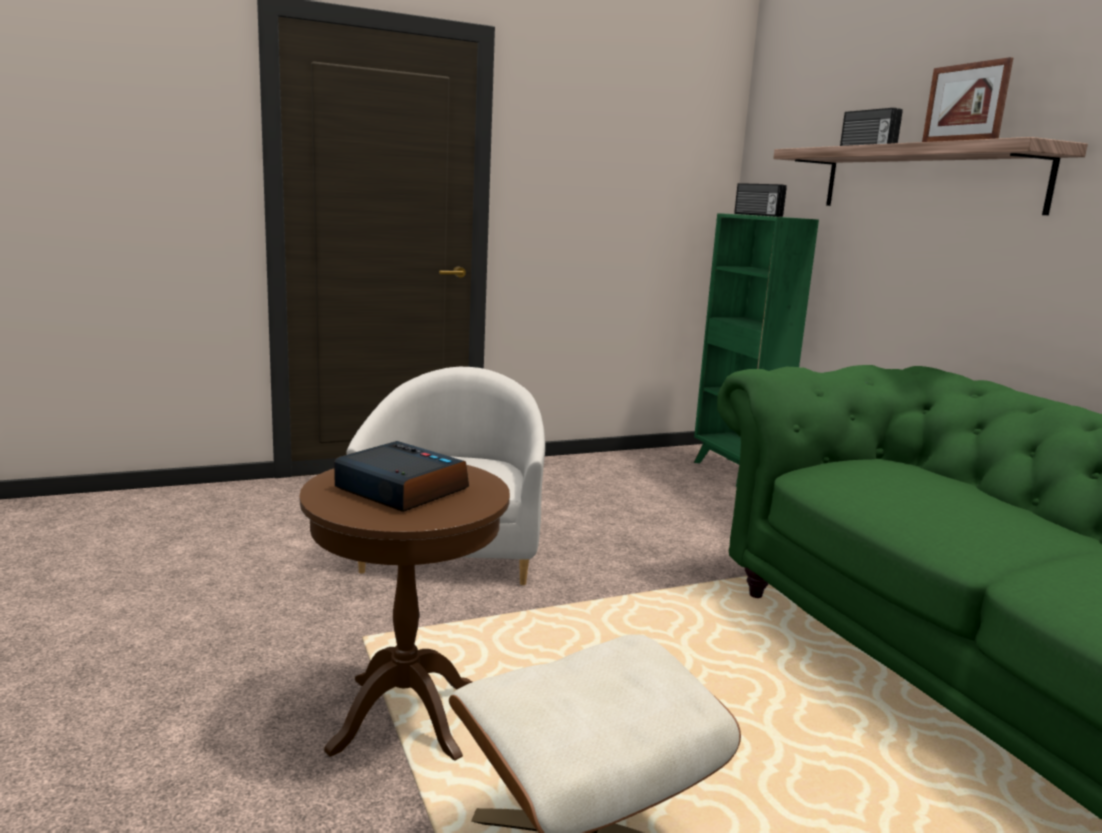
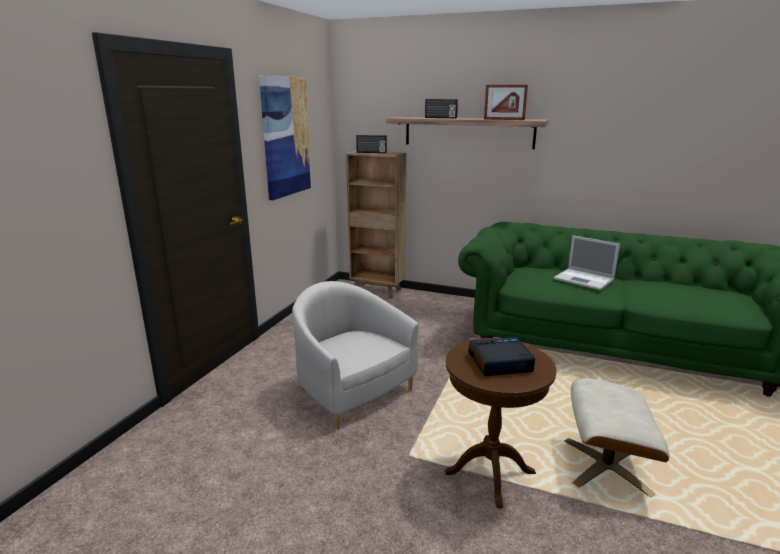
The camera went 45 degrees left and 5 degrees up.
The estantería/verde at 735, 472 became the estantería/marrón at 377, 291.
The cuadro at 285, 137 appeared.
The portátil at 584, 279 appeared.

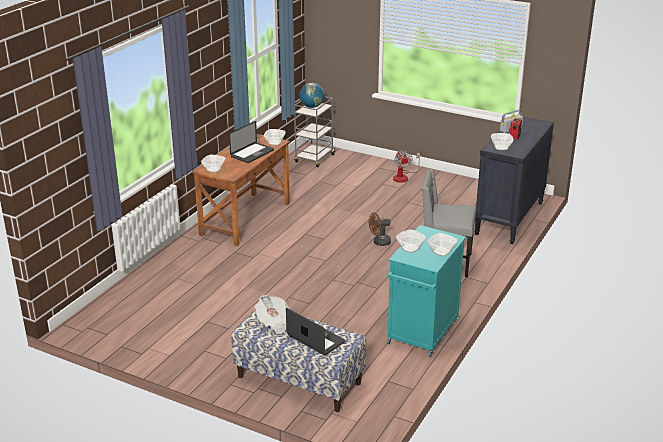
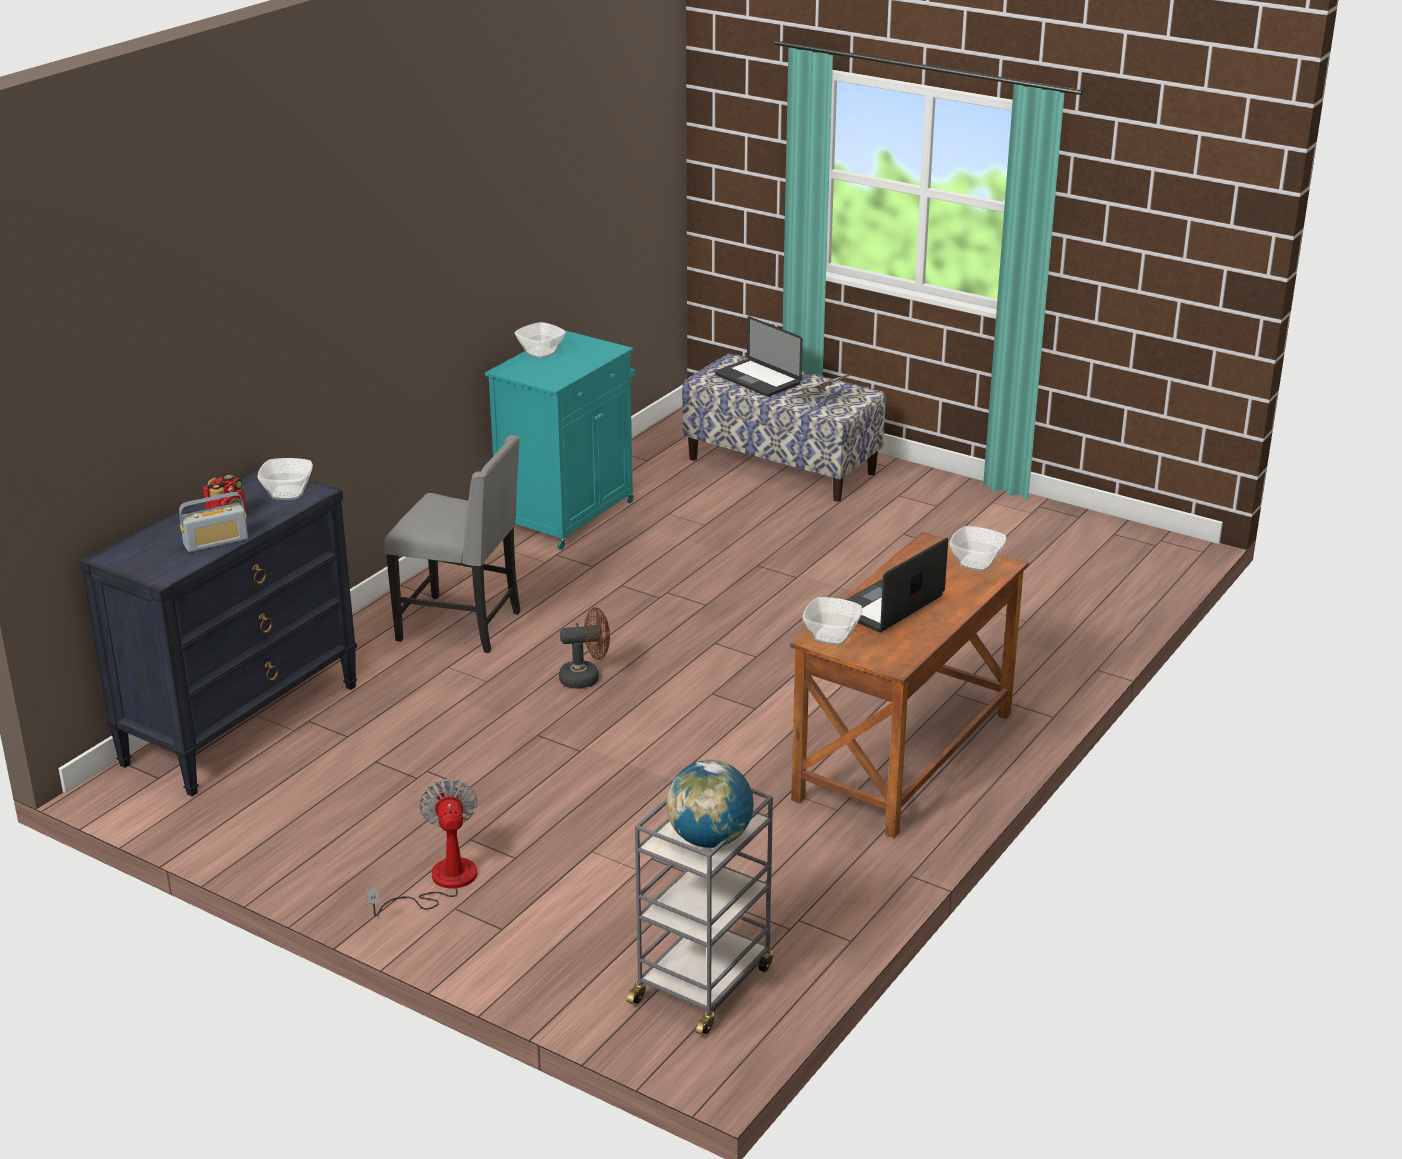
The camera went 175 degrees left and 0 degrees up.
The cuenco at 410, 248 disappeared.

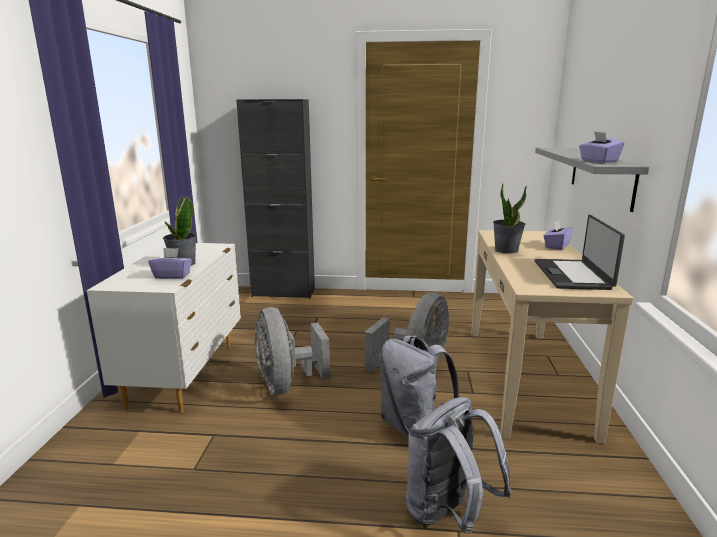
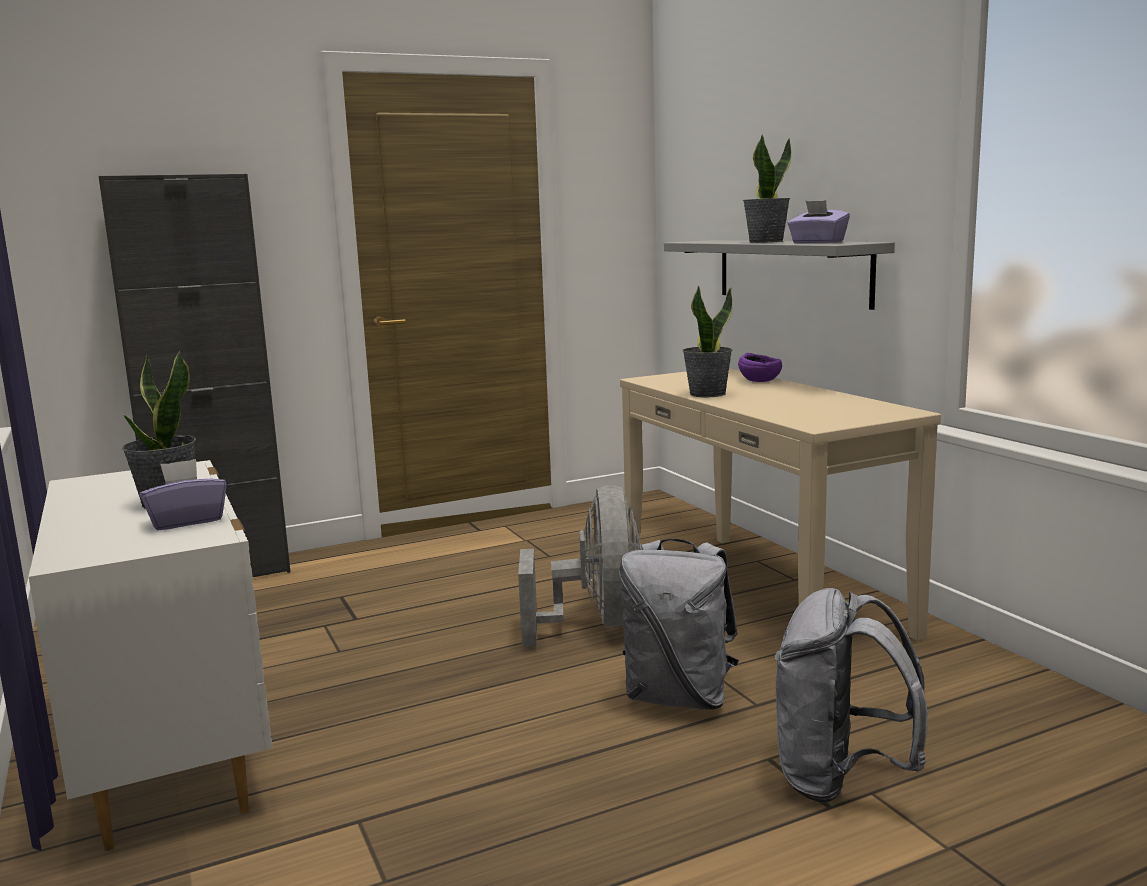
The camera went 30 degrees left and 5 degrees down.
The portátil at 573, 275 disappeared.
The caja de pañuelos/morado at 556, 246 was replaced by the cuenco/morado at 760, 381.
The ventilador/gris at 286, 384 disappeared.
The planta en maceta at 765, 242 appeared.

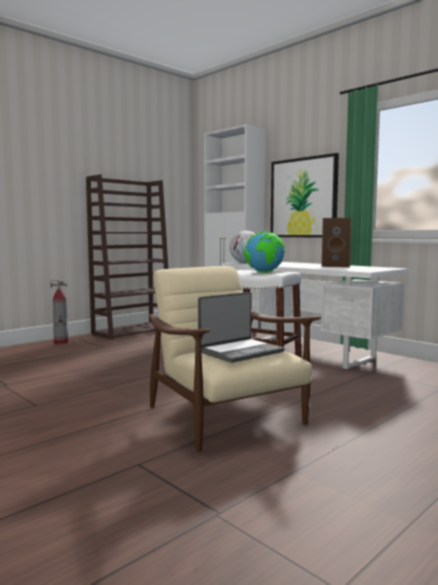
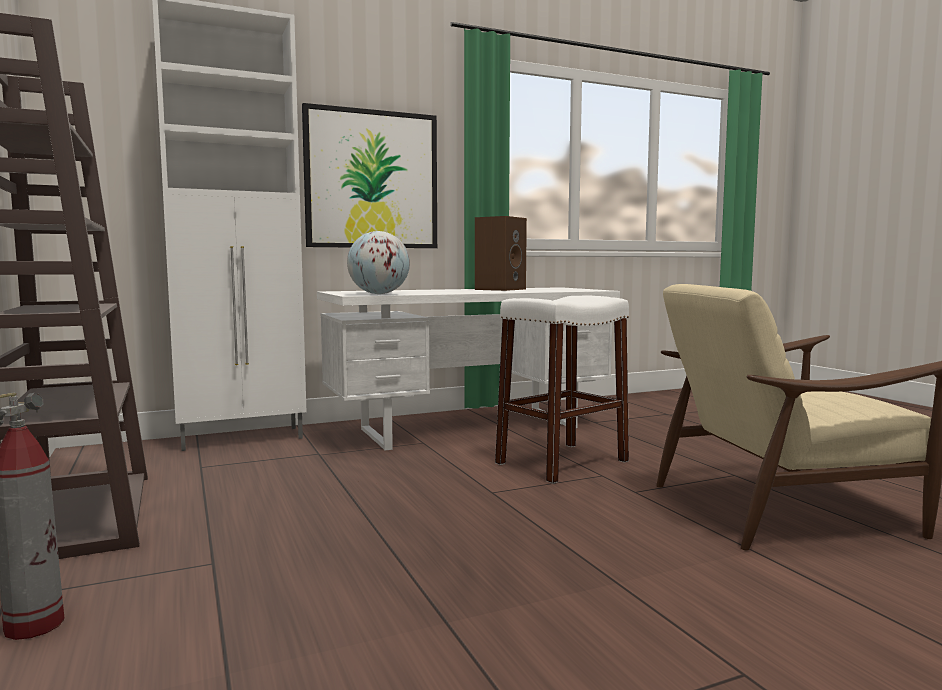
The camera went 70 degrees left and 0 degrees up.
The globo terráqueo at 264, 272 disappeared.
The portátil at 240, 351 disappeared.

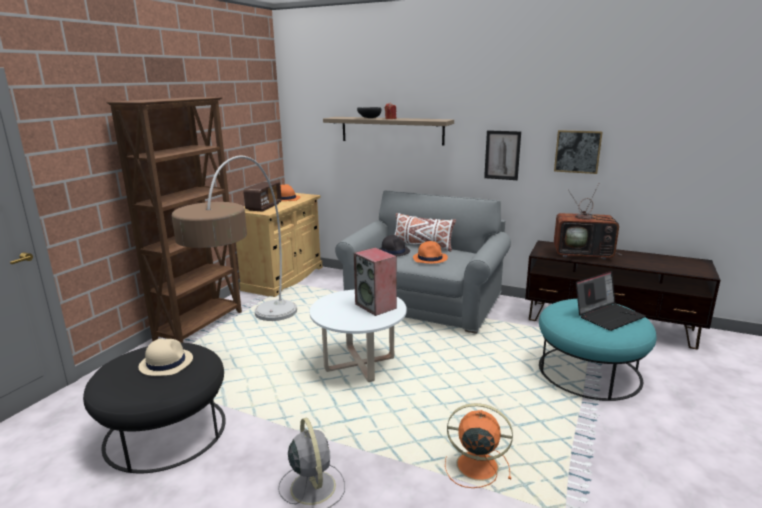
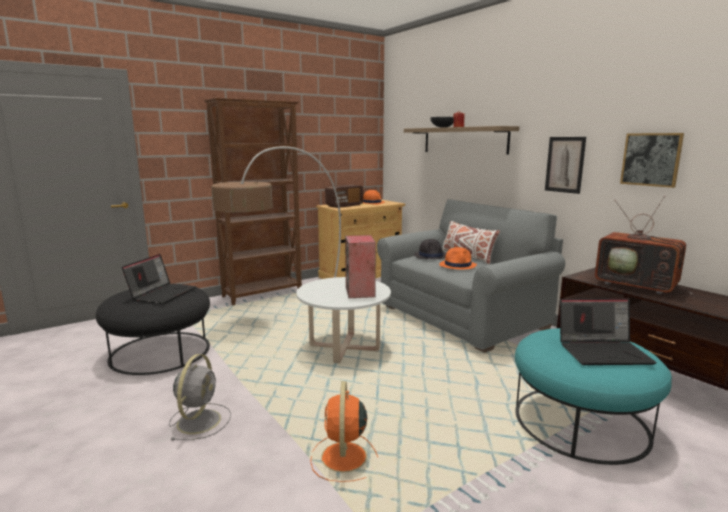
The camera went 30 degrees right and 5 degrees down.
The sombrero/beis at 166, 363 was replaced by the portátil at 162, 294.
The ventilador/naranja at 475, 465 turned 135 degrees counterclockwise.

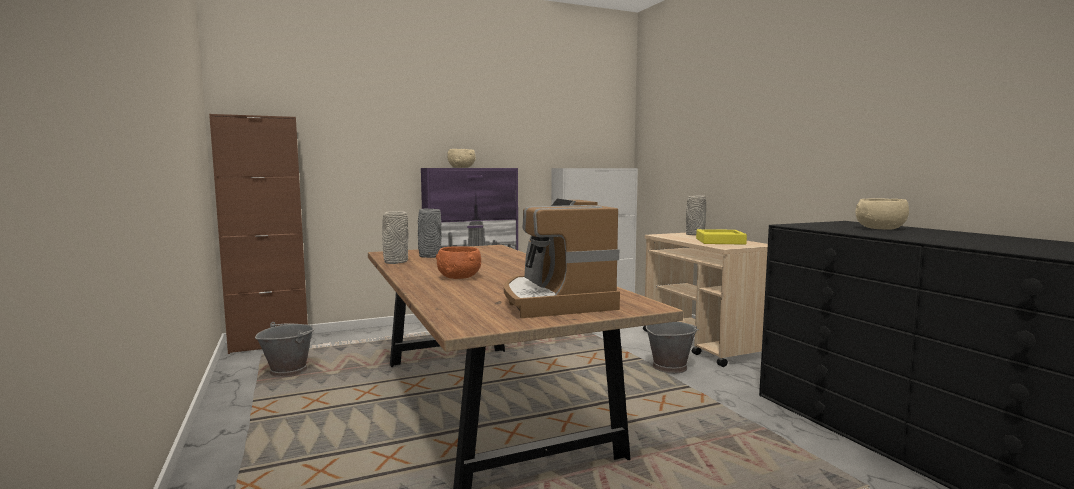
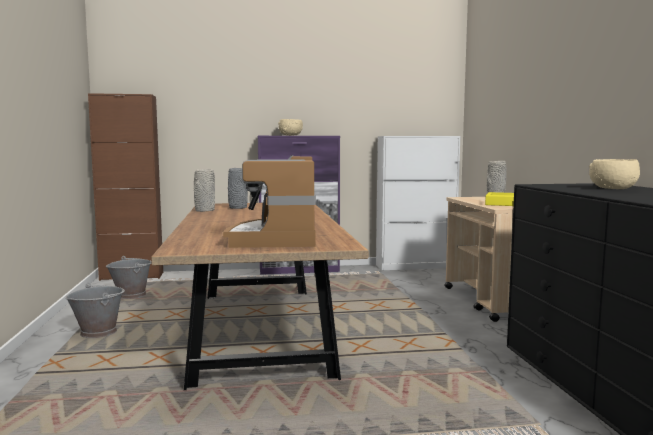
The camera went 15 degrees right and 0 degrees up.
The cuenco/naranja at 460, 277 disappeared.
The cubo/gris moved from 669, 367 to 99, 332.

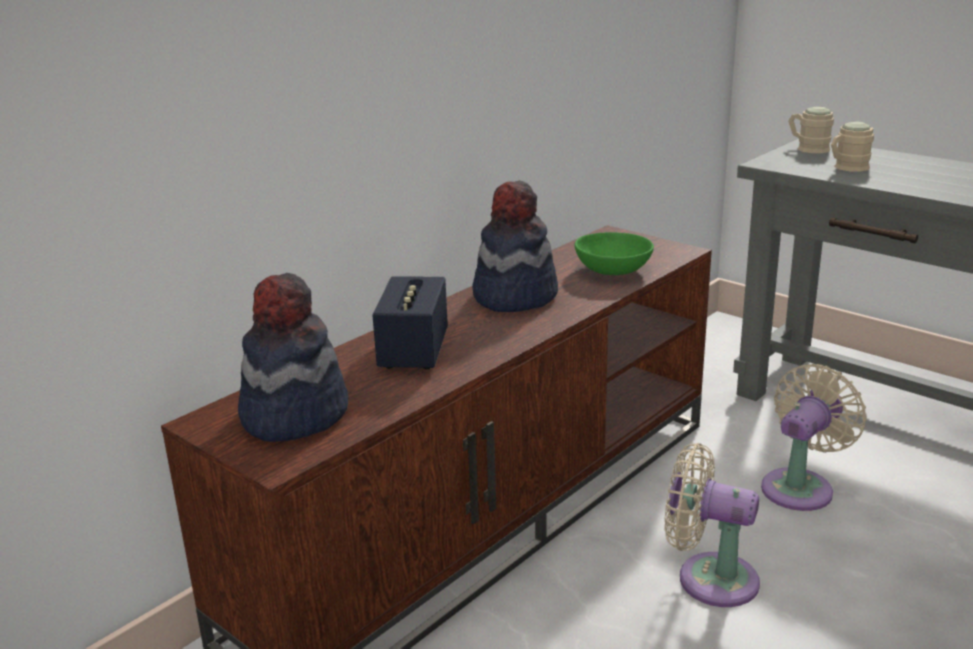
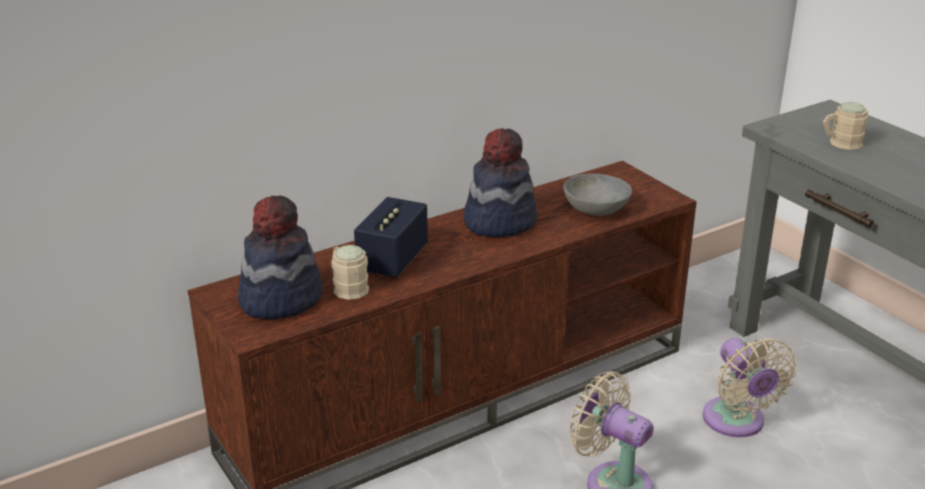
The camera went 15 degrees right and 5 degrees up.
The taza grande/beis moved from 807, 148 to 347, 286.
The cuenco/verde at 613, 270 became the cuenco/gris at 596, 209.
The ventilador/beis at 800, 487 turned 105 degrees clockwise.

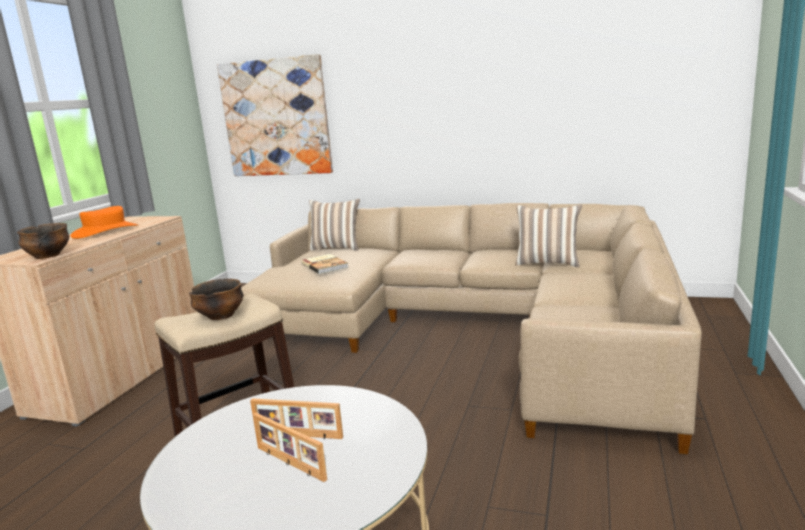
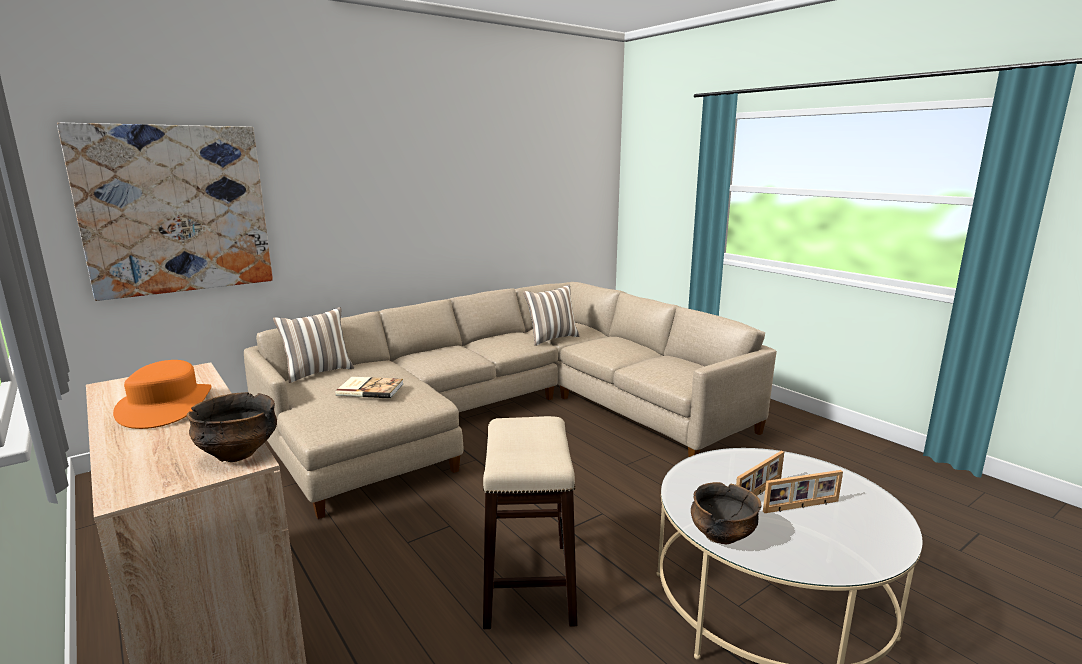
The camera went 55 degrees left and 0 degrees up.
The cuenco moved from 220, 316 to 721, 536.

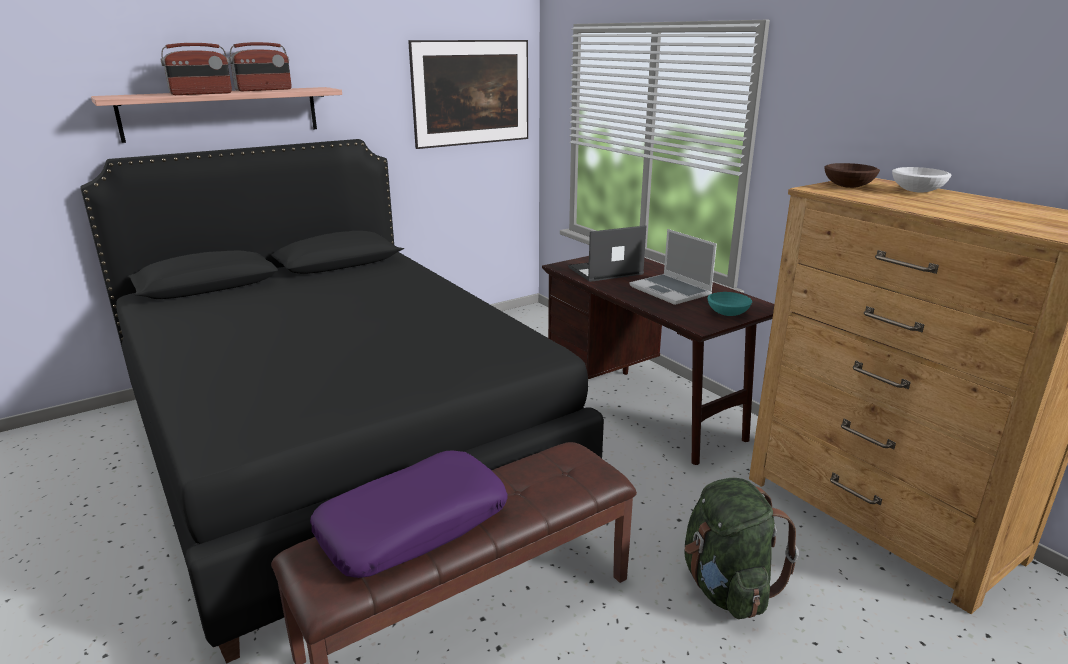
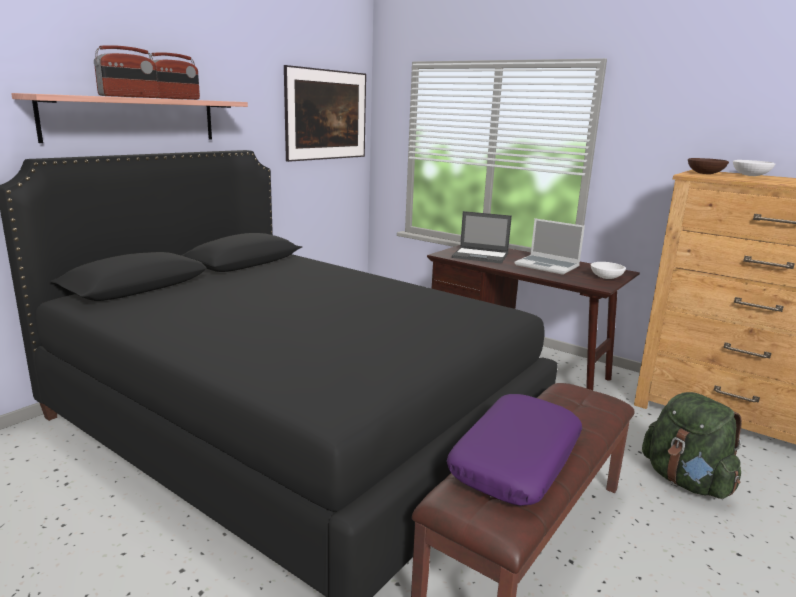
The camera went 20 degrees left and 5 degrees down.
The portátil at 604, 271 turned 120 degrees counterclockwise.
The cuenco/turquesa at 727, 313 became the cuenco/blanco at 606, 277.

